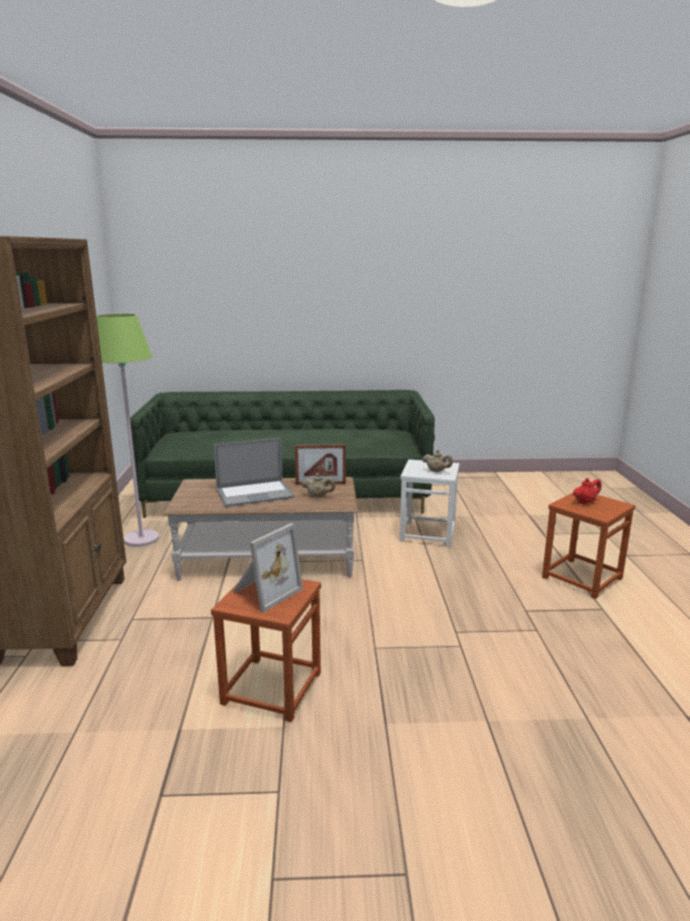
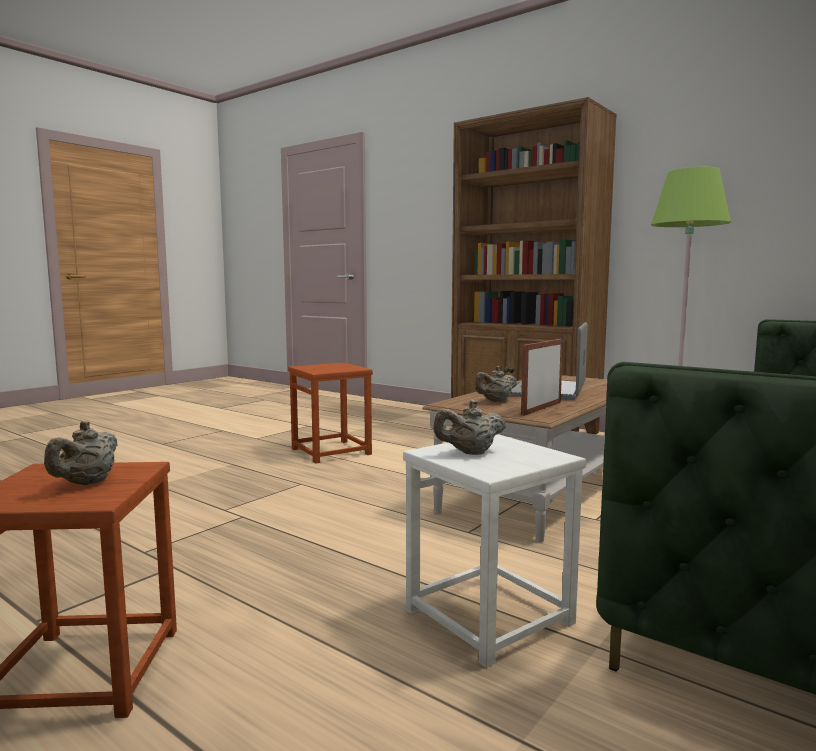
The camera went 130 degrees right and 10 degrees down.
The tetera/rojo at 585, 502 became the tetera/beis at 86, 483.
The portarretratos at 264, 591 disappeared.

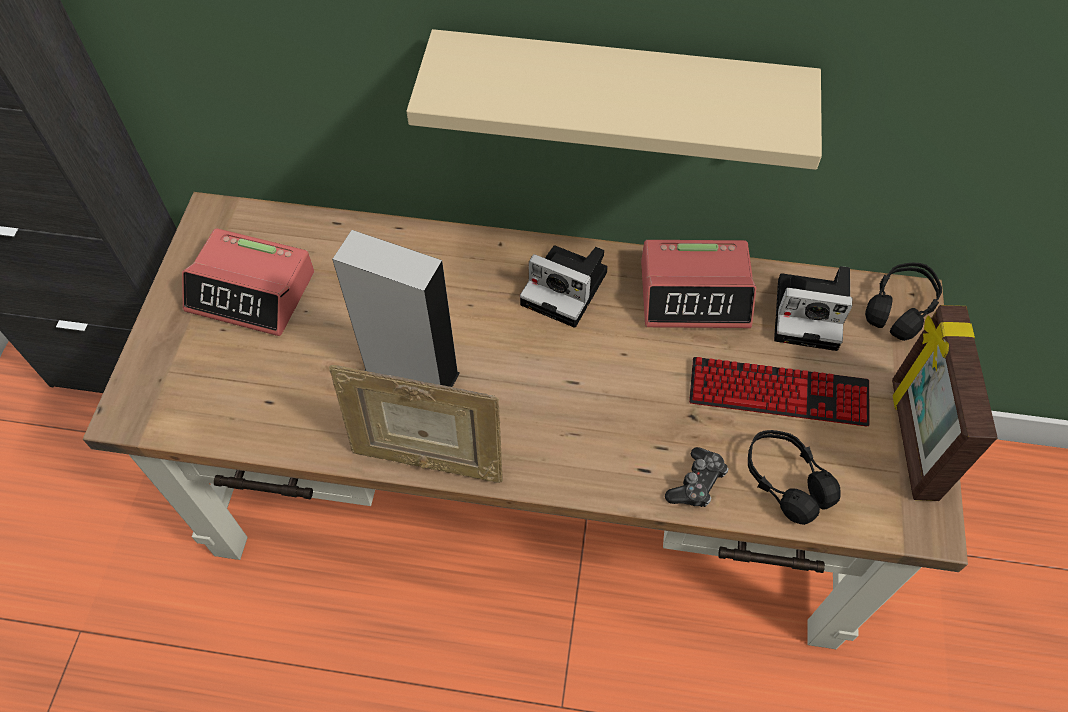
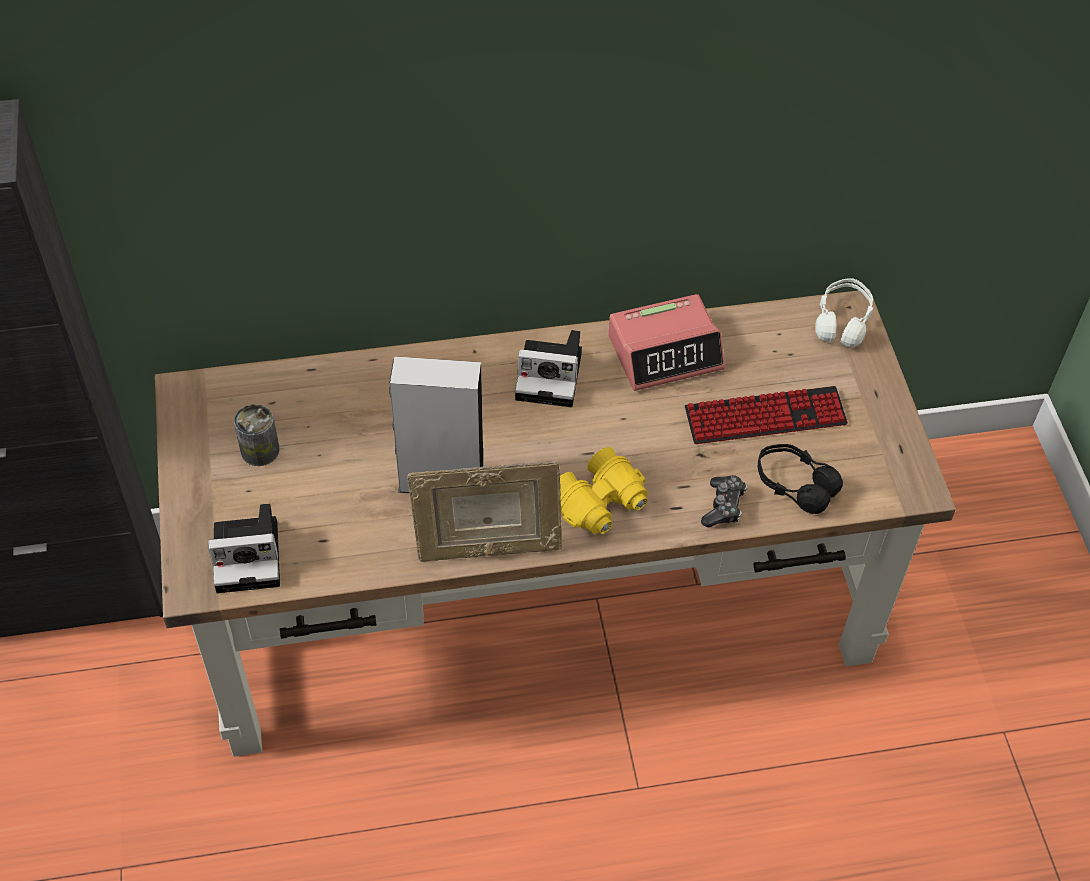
The camera went 20 degrees left and 5 degrees down.
The estante/beis at 618, 95 disappeared.
The despertador at 252, 291 was replaced by the lata at 260, 450.
The auriculares/negro at 899, 308 became the auriculares/blanco at 842, 321.
The cámara moved from 810, 313 to 251, 555.
The portarretratos at 911, 438 disappeared.
The prismáticos/amarillo at 601, 503 appeared.

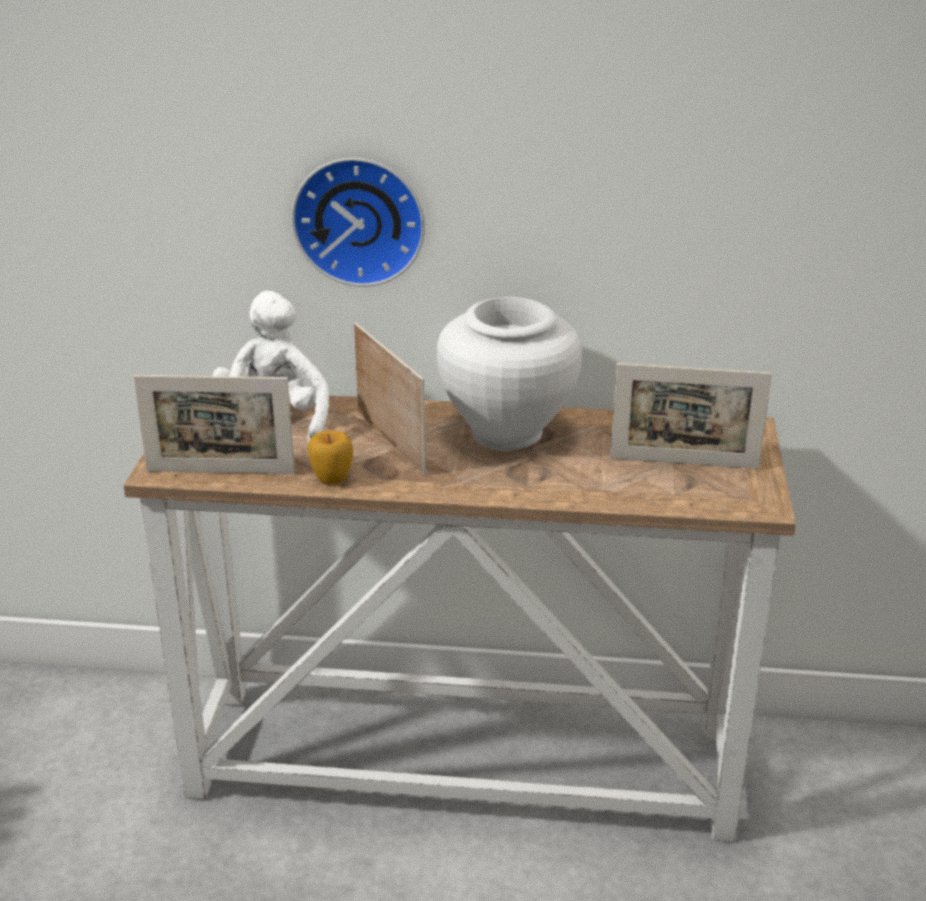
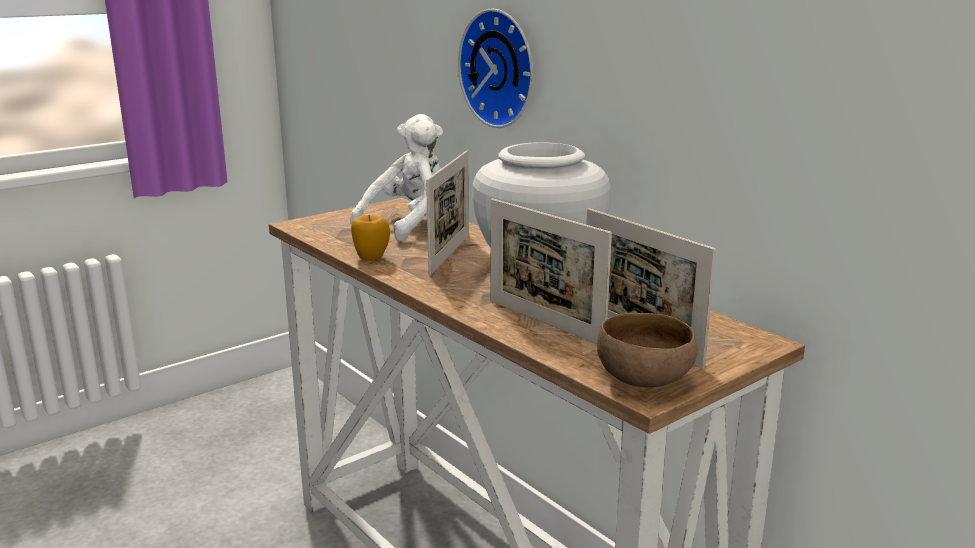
The camera went 45 degrees right and 10 degrees down.
The portarretratos moved from 220, 472 to 544, 322.
The cuenco/marrón at 645, 379 appeared.

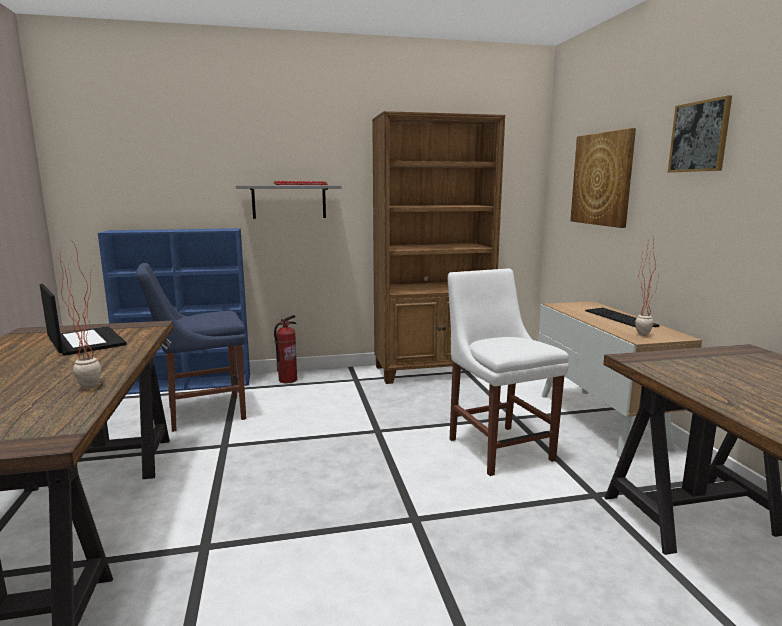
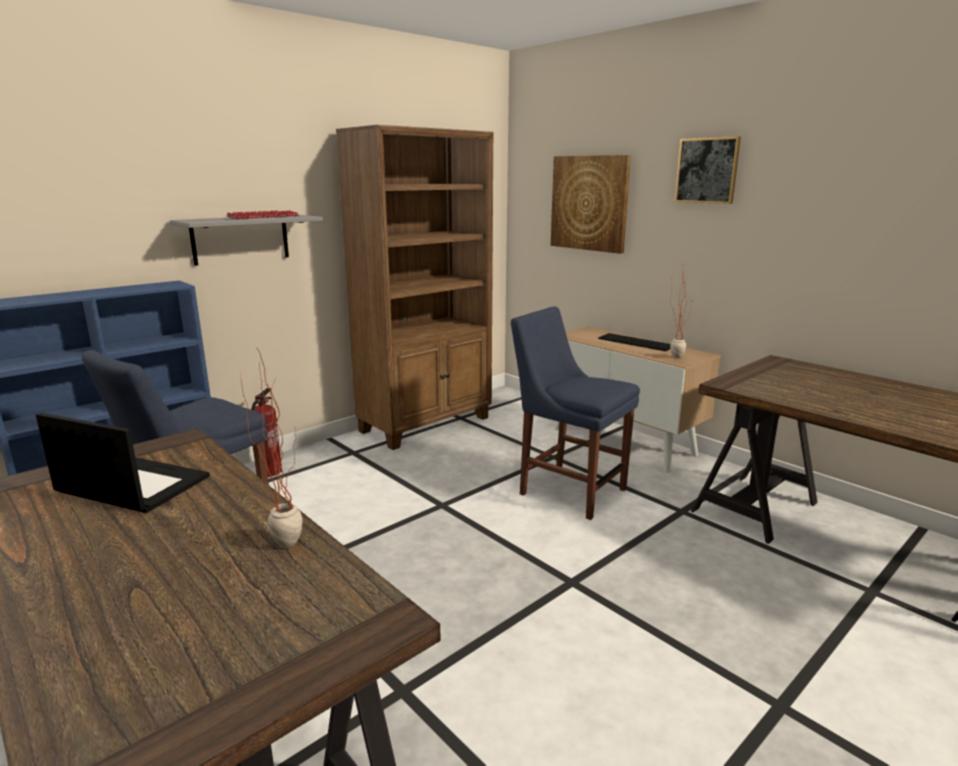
The camera went 30 degrees left and 5 degrees up.
The silla/blanco at 497, 447 became the silla/azul at 568, 490.

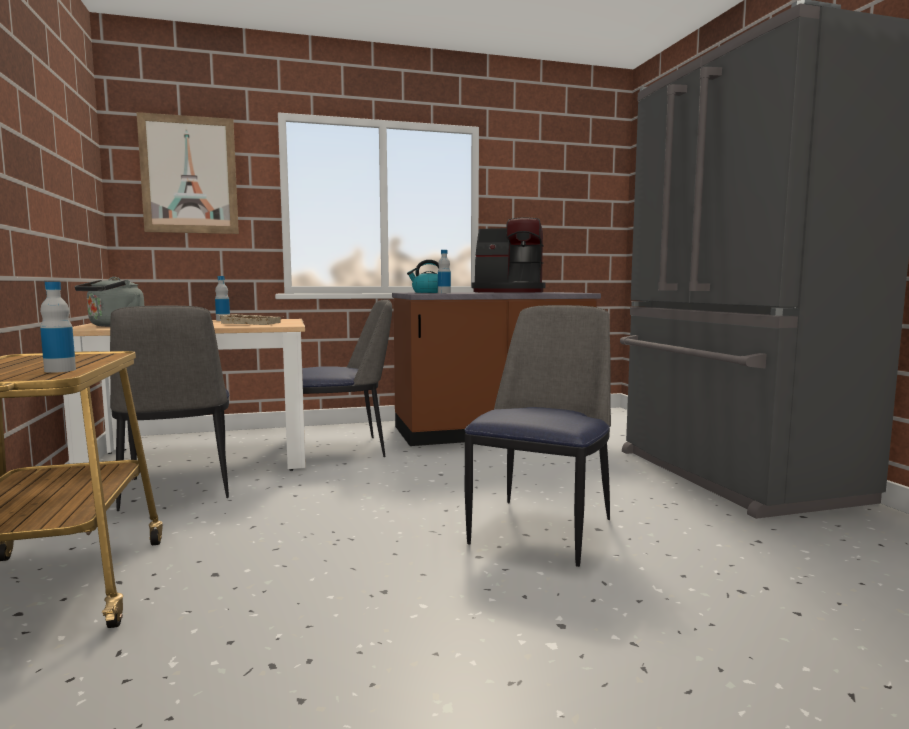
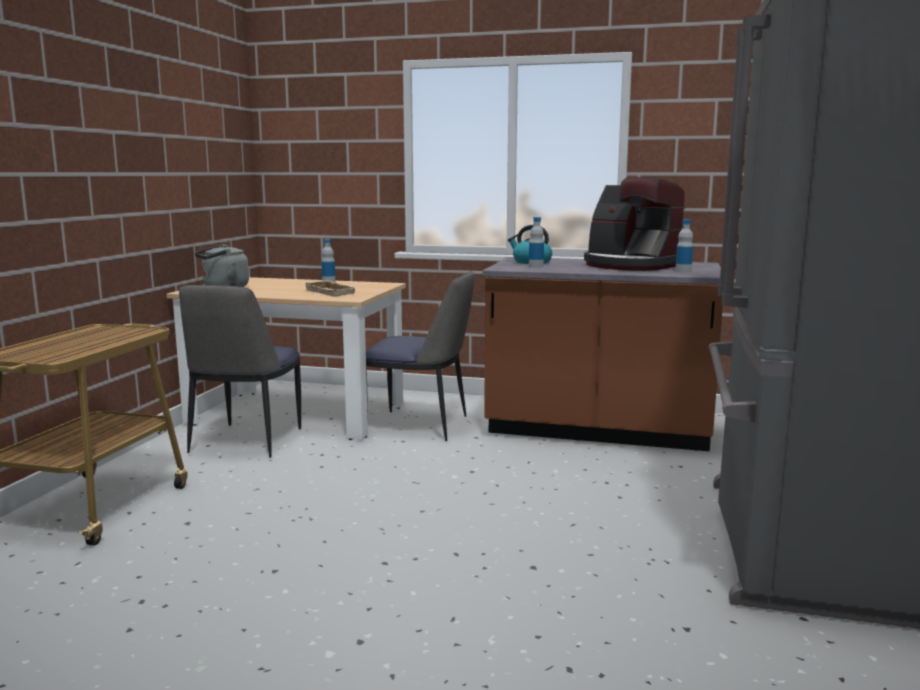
The camera went 30 degrees right and 5 degrees up.
The cuadro at 189, 175 disappeared.
The botella moved from 60, 370 to 683, 271.
The silla at 542, 529 disappeared.

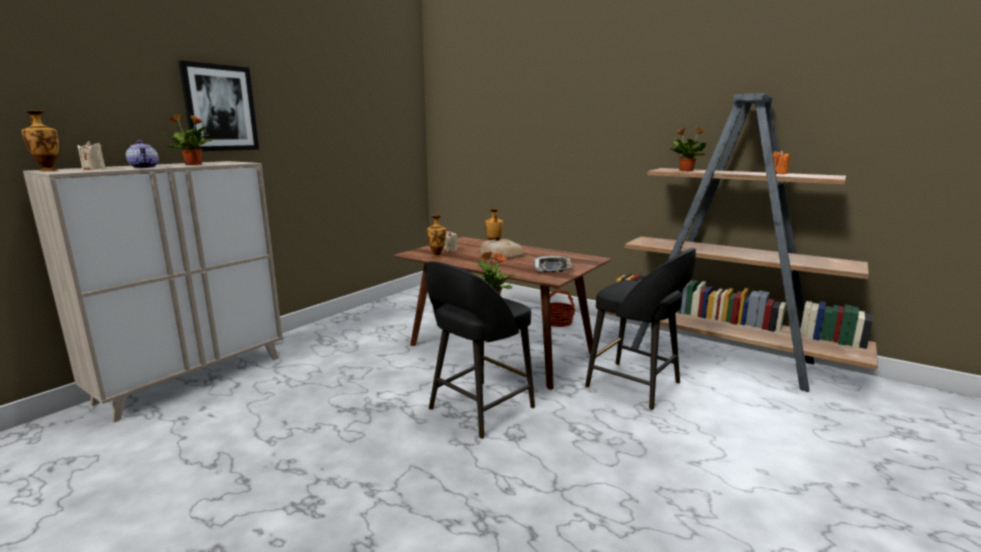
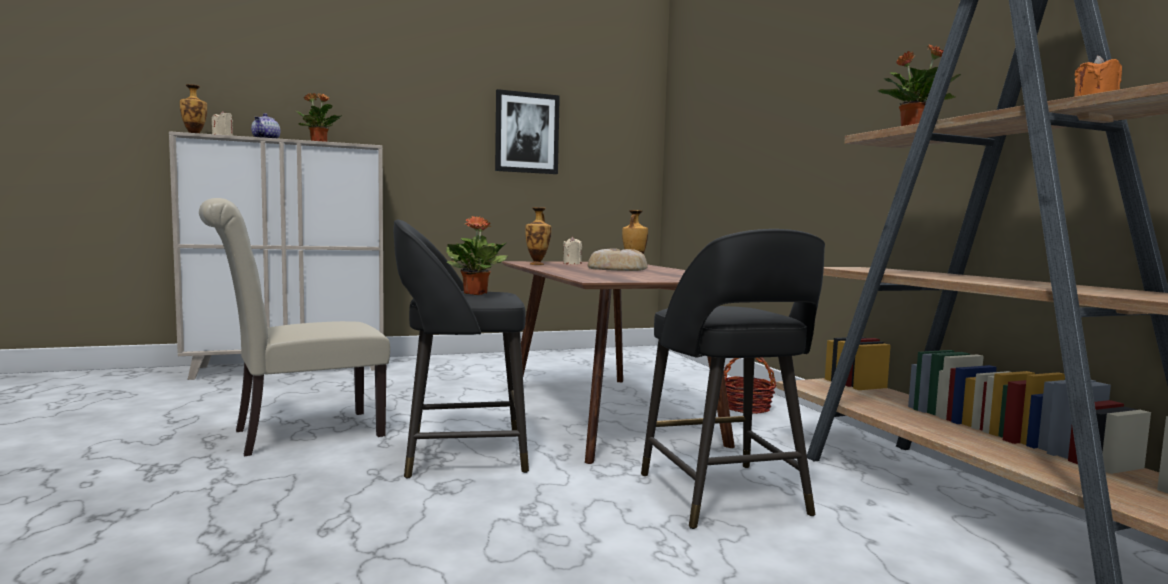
The camera went 35 degrees right and 10 degrees down.
The cuadro moved from 220, 108 to 527, 133.
The bandeja at 553, 268 disappeared.
The silla/beis at 298, 434 appeared.

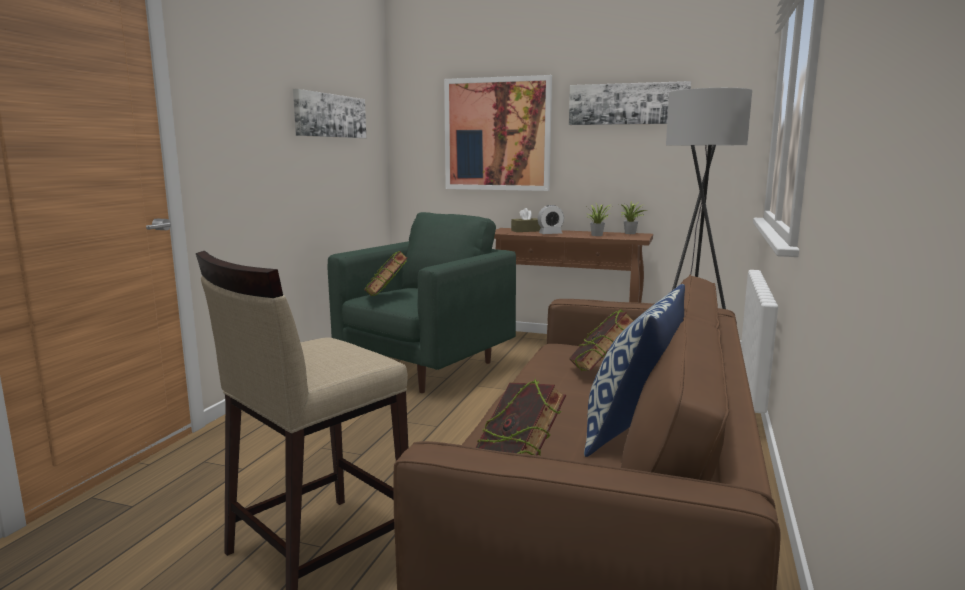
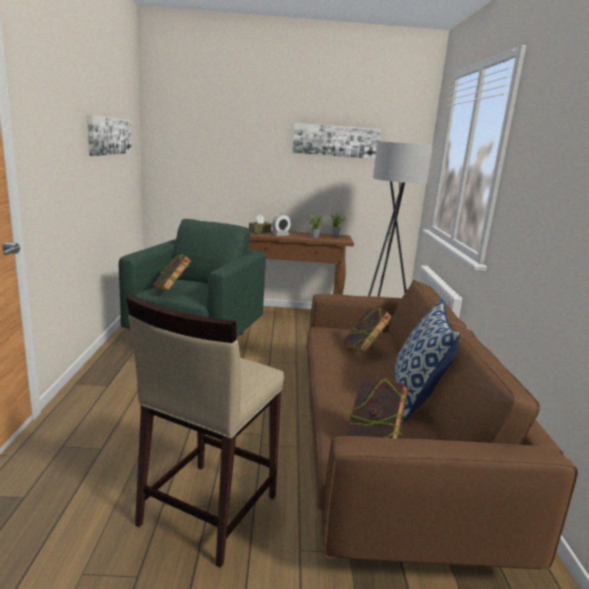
The camera went 20 degrees left and 5 degrees up.
The cuadro at 497, 134 disappeared.

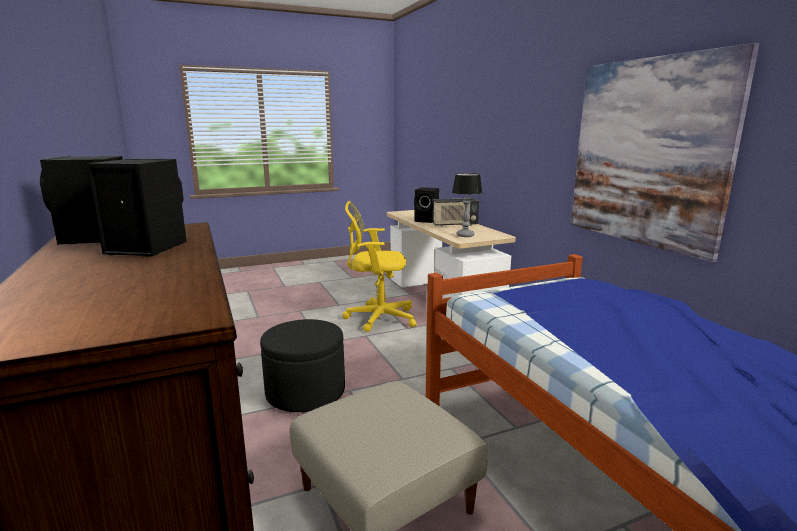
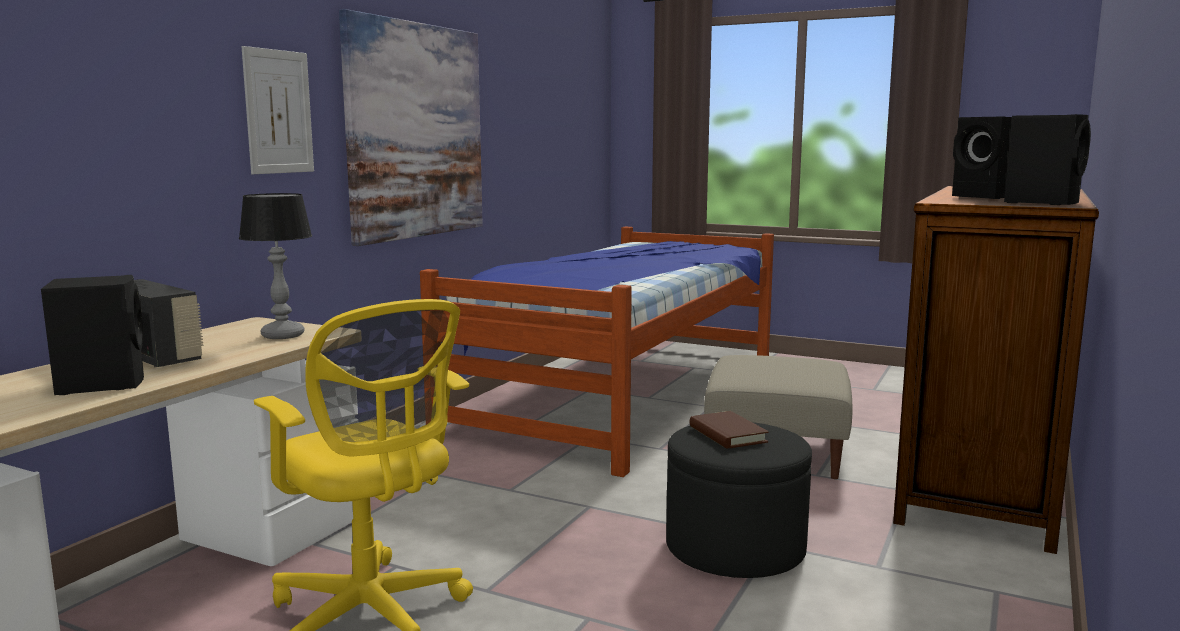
The camera went 130 degrees left and 5 degrees down.
The cuadro at 278, 112 appeared.
The libro/marrón at 727, 434 appeared.

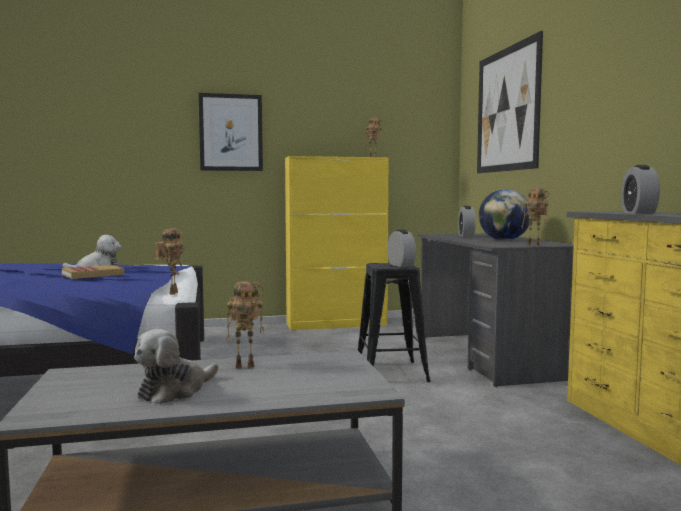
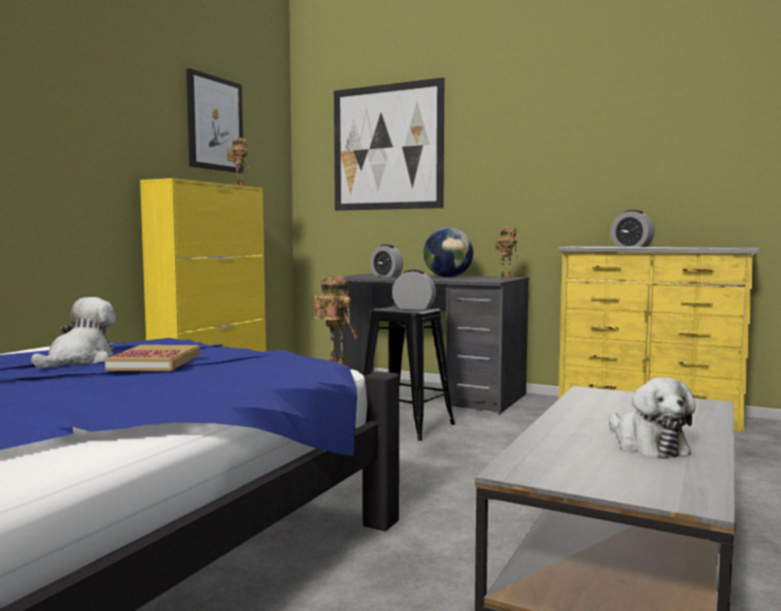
The camera went 50 degrees left and 0 degrees up.
The cuadro moved from 231, 132 to 214, 124.
The robot de juguete at 246, 366 disappeared.

